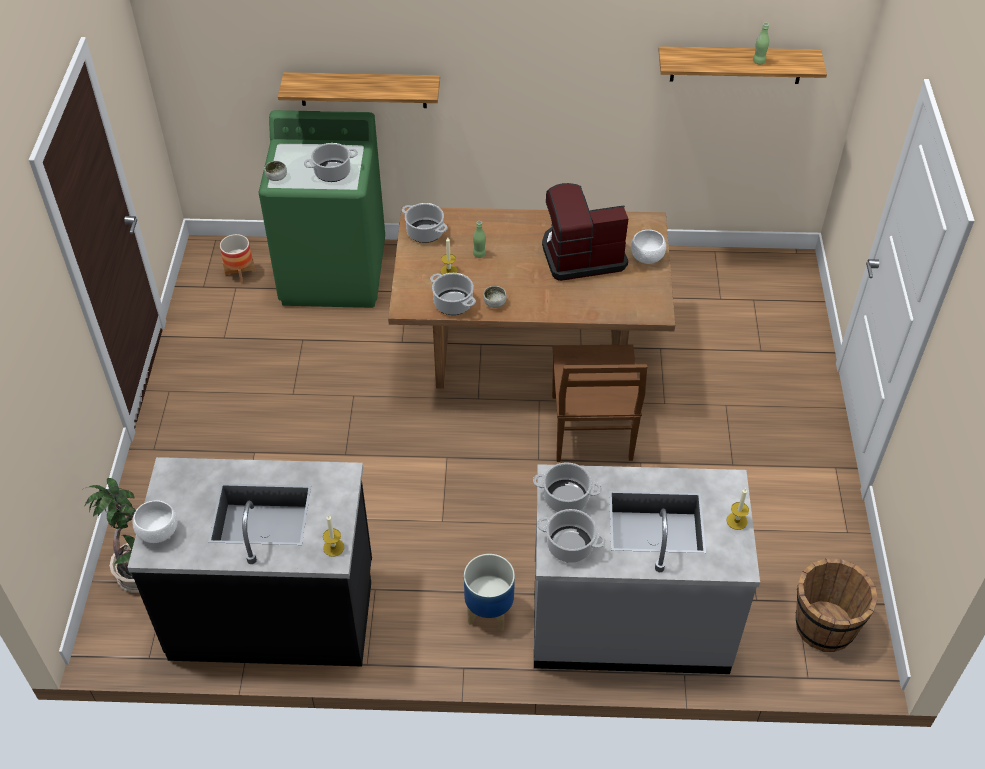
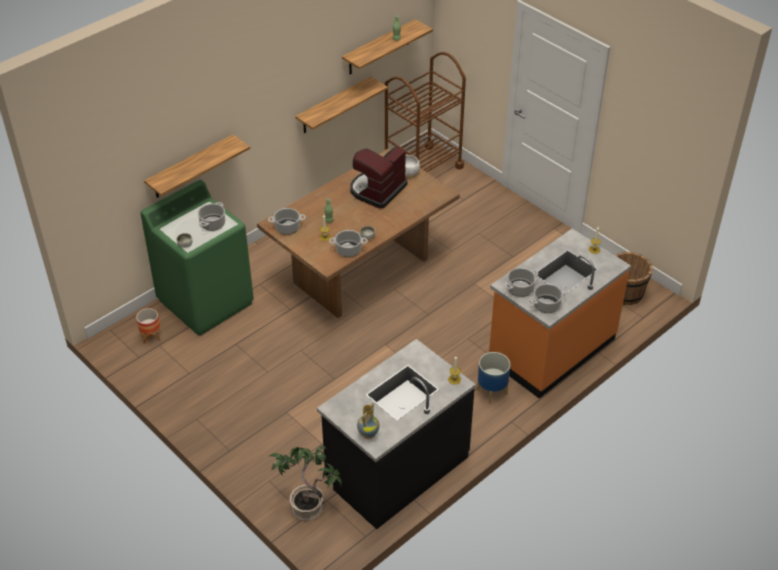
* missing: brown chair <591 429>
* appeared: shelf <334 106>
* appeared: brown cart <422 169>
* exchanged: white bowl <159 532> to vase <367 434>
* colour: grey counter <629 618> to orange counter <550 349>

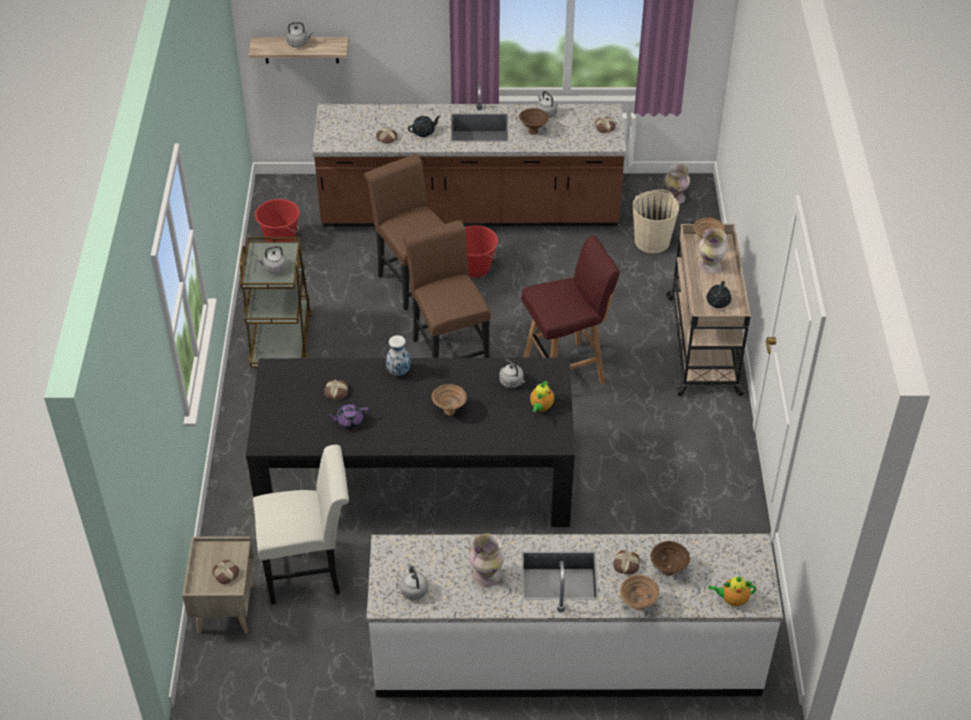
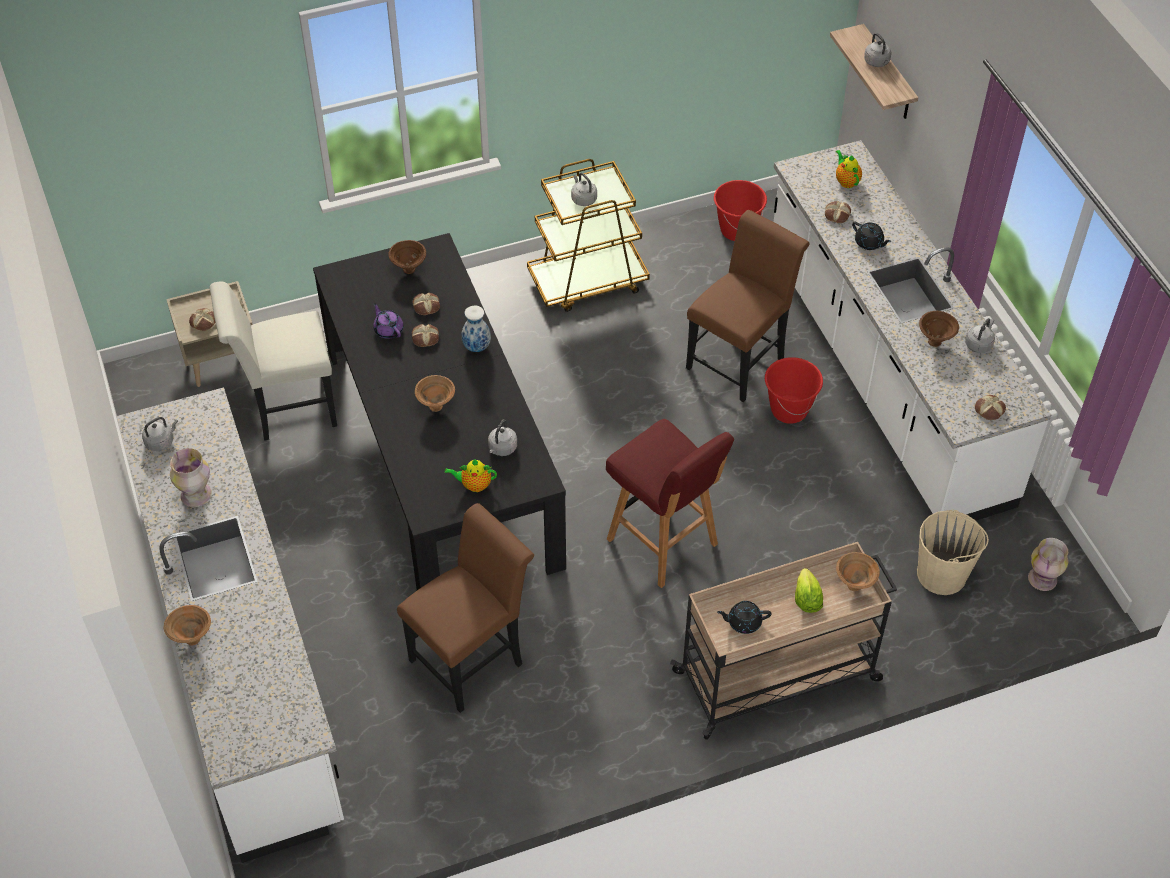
* relocated: brown chair <448 347> to <472 657>
* relocated: bread <626 565> to <425 338>
* relocated: brown bowl <668 570> to <409 270>
* relocated: teapot <732 599> to <846 181>
* exchanged: vase <710 267> to lettuce <806 599>
* colour: brown counter <470 212> to white counter <884 376>
* spun: white chair <309 571> = <287 408> 105 degrees clockwise

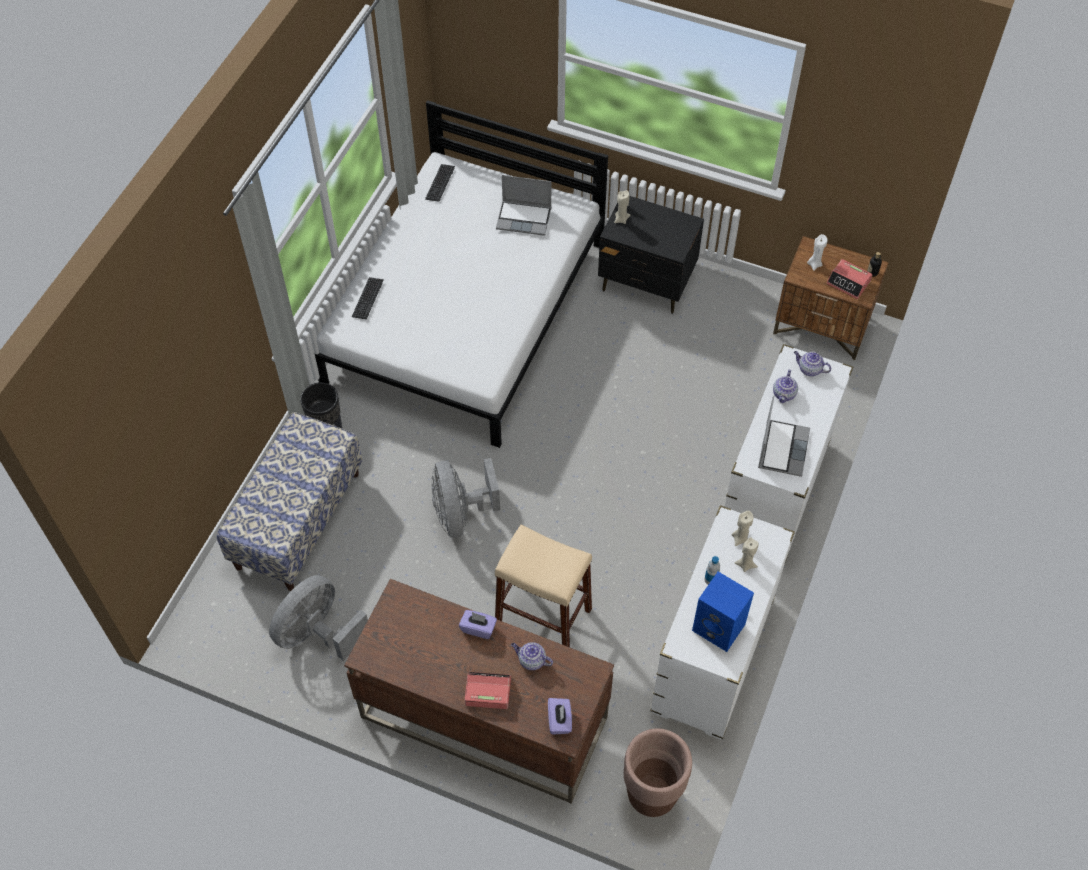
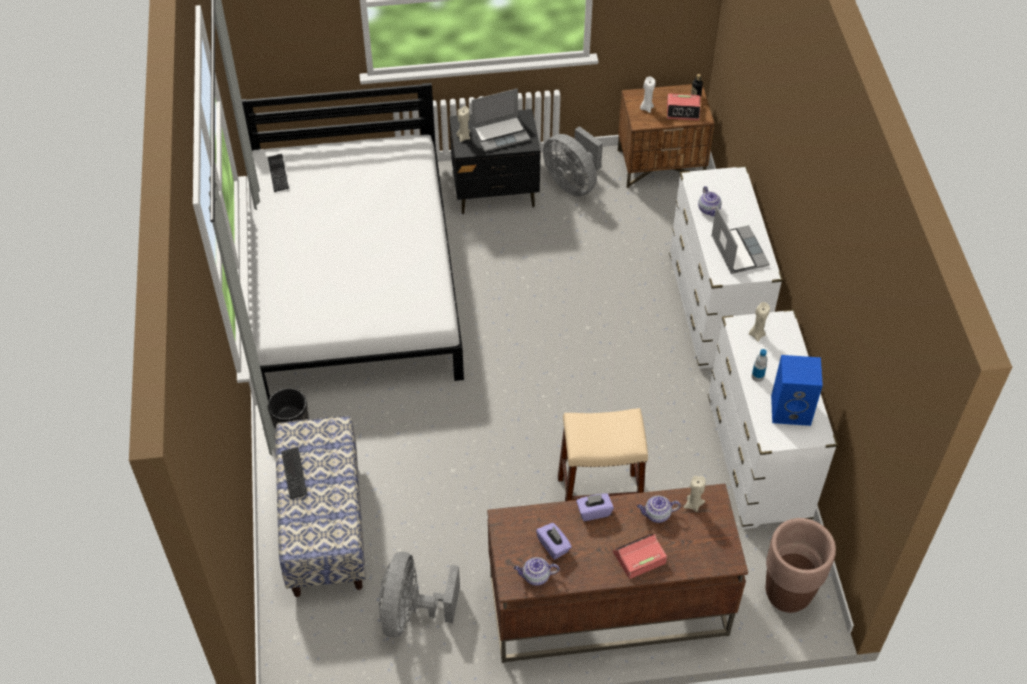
* relocated: keyboard <368 299> to <294 473>
* relocated: grey fan <460 513> to <573 183>
* relocated: laptop <524 218> to <501 134>
* relocated: purple tissue box <559 721> to <553 546>
* relocated: beige candle <745 564> to <693 504>
* relocated: teapot <809 369> to <535 576>

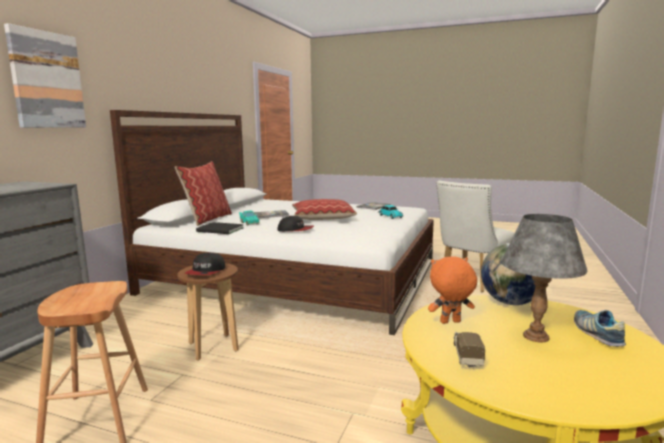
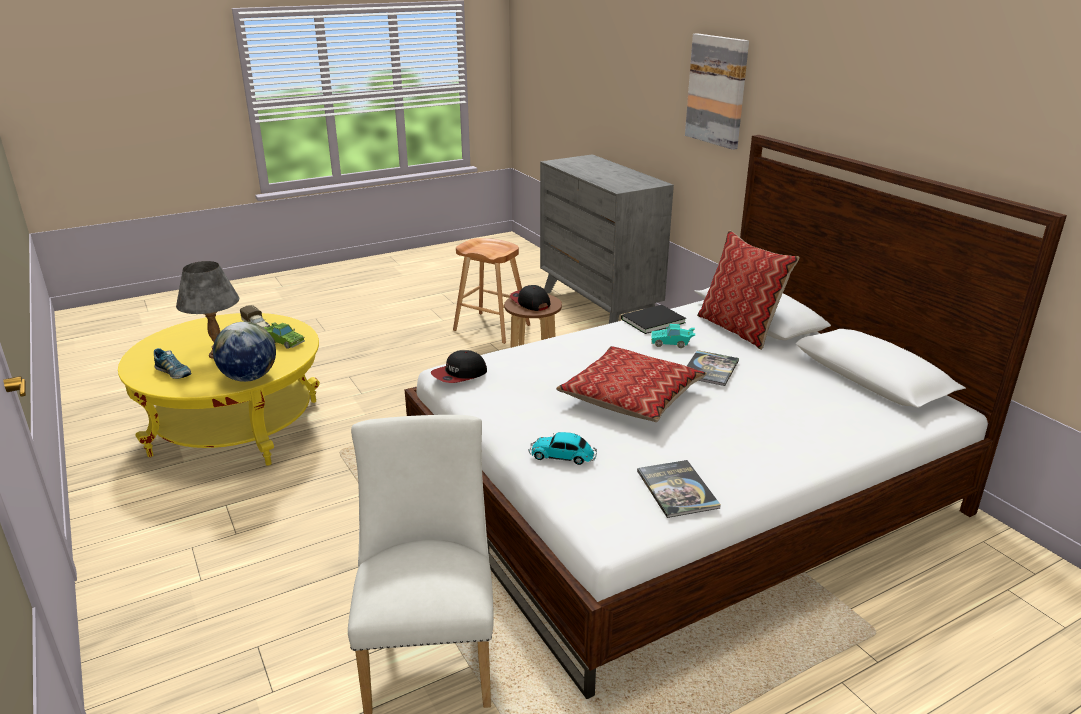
* relocated: cap <295 230> to <459 374>
* exchanged: orange plush toy <450 322> to green toy car <284 342>

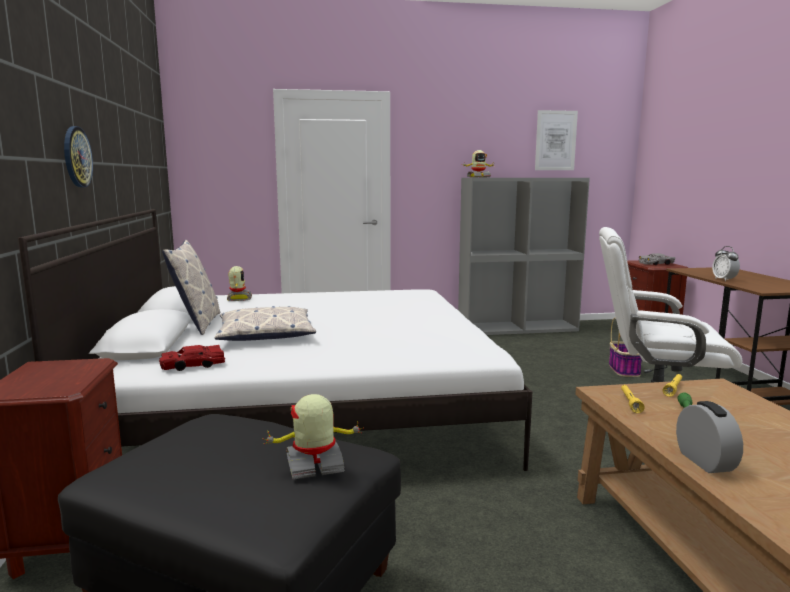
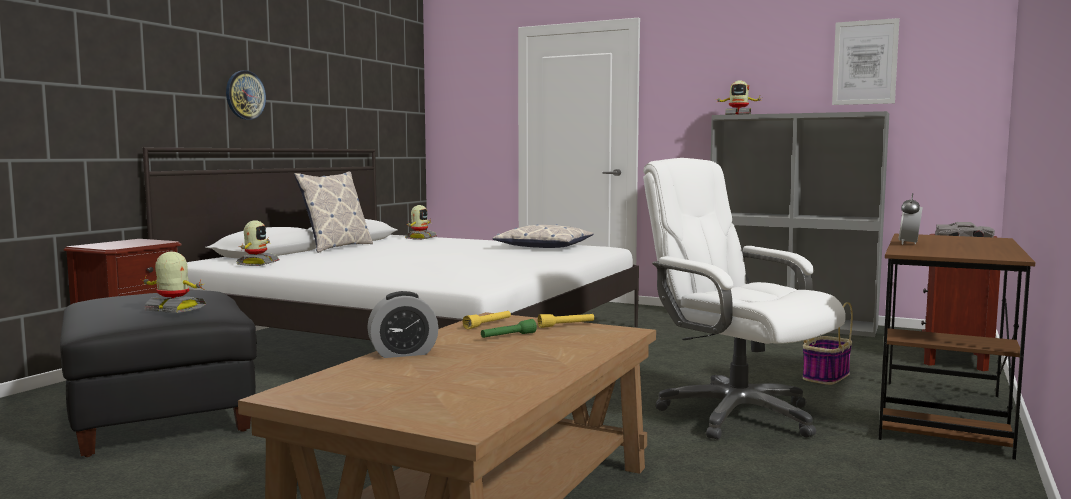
* relocated: pillow <266 335> to <544 246>
* exchanged: red toy car <193 365> to toy robot <257 263>
* spun: alarm clock <705 462> = <403 353> 45 degrees clockwise

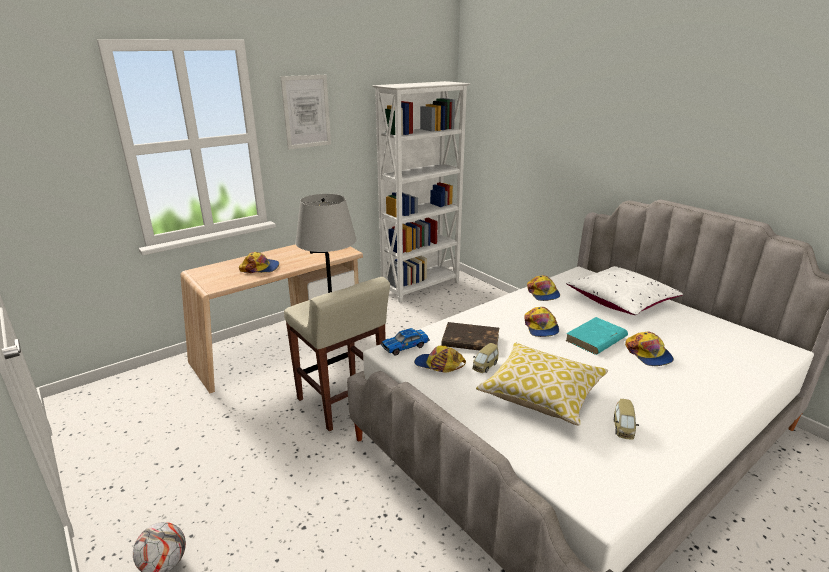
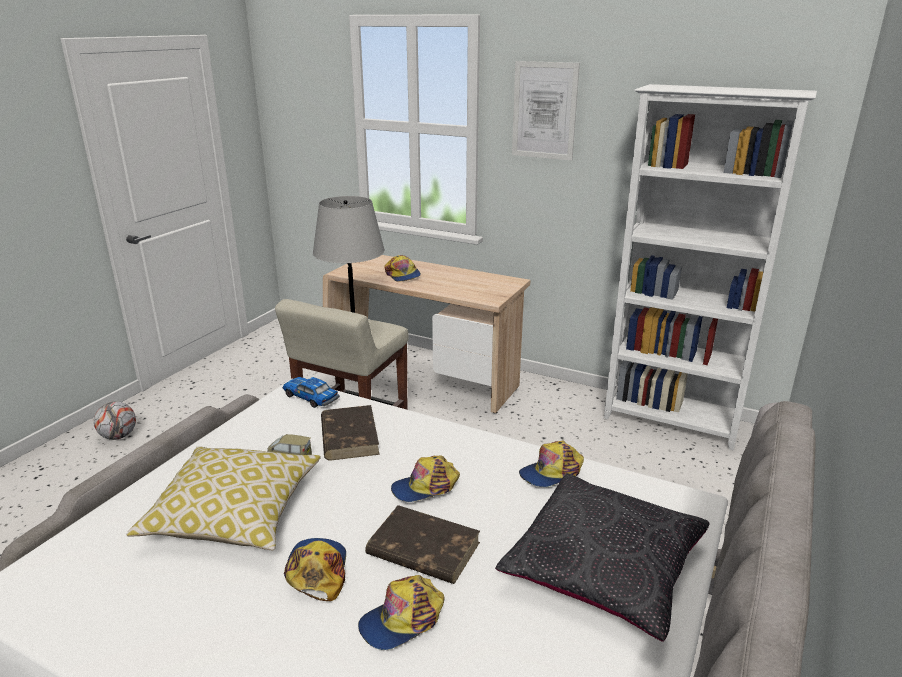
* missing: toy car <623 428>
* relocated: cap <438 365> to <317 571>
* colour: turquoise book <595 339> to brown book <422 549>
* colour: white pillow <620 301> to black pillow <604 568>

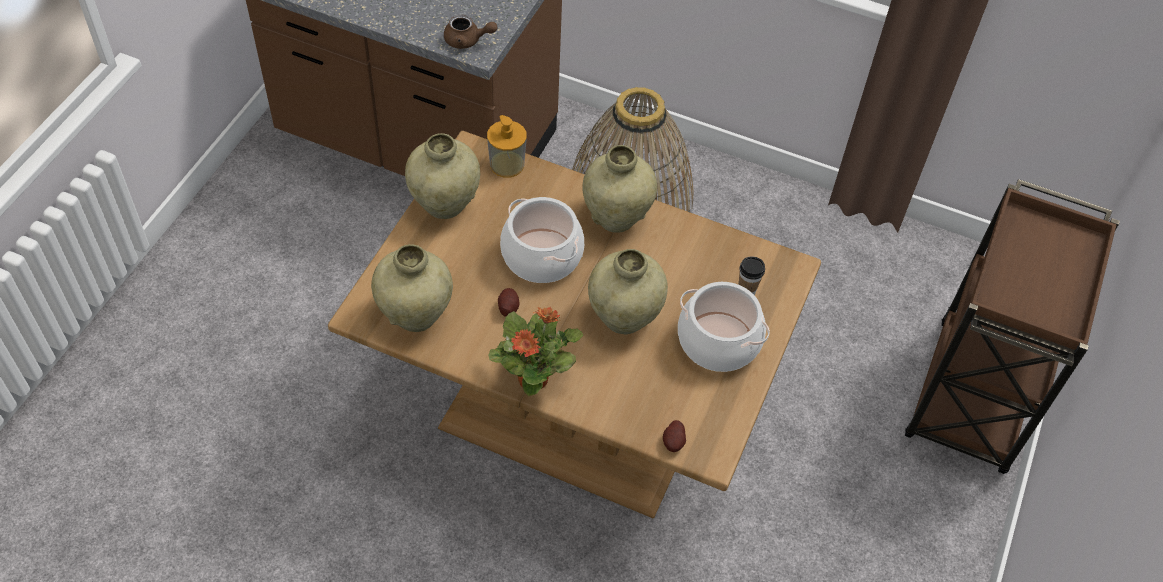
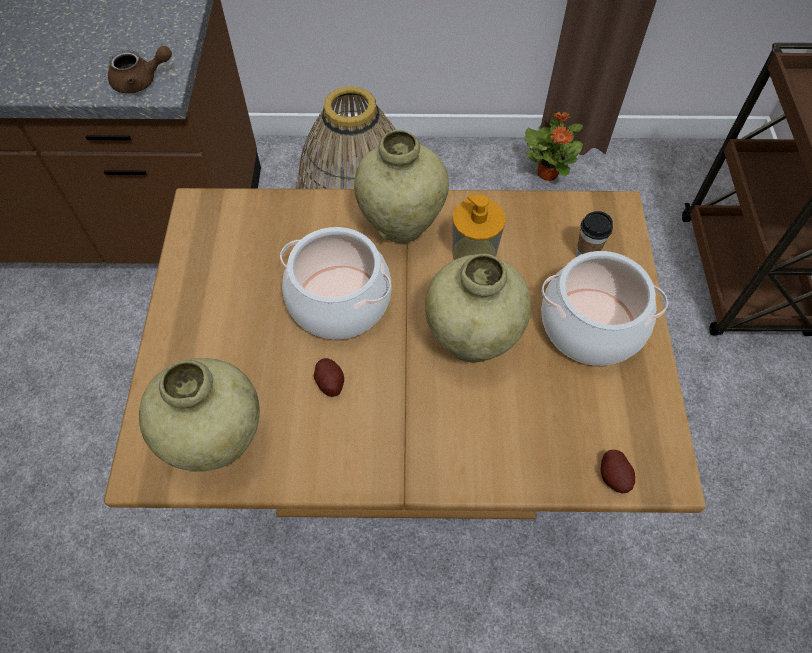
* missing: beige vase <444 204>
* relocated: soap dispenser <507 164> to <474 253>
* relocated: potted plant <534 378> to <548 172>

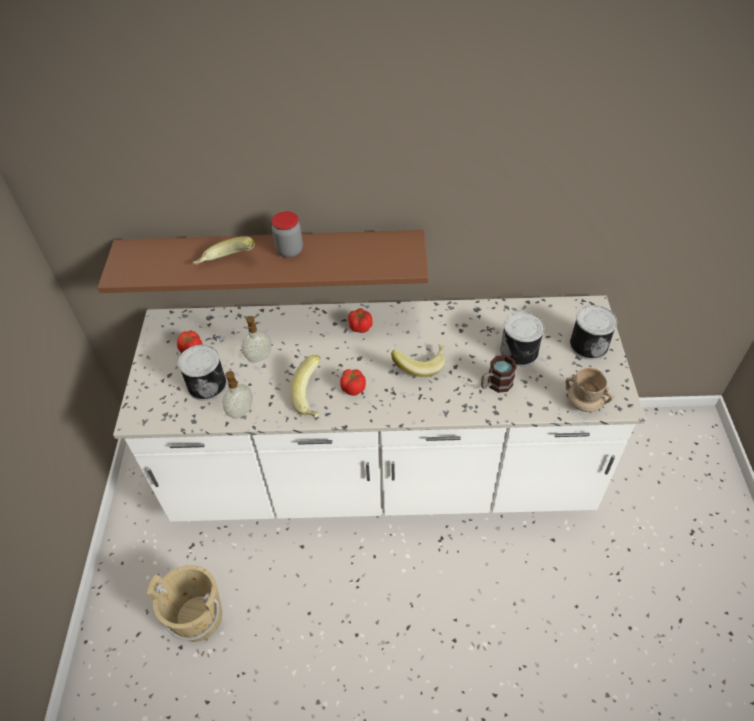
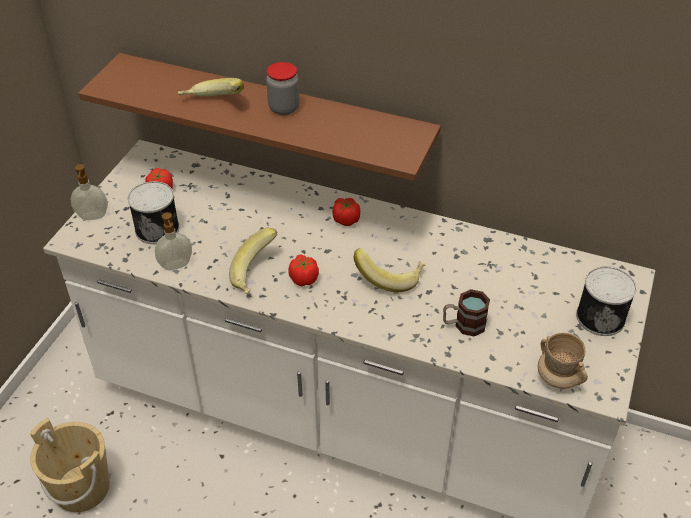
* missing: can <520 351>
* relocated: soap dispenser <259 357> to <93 217>

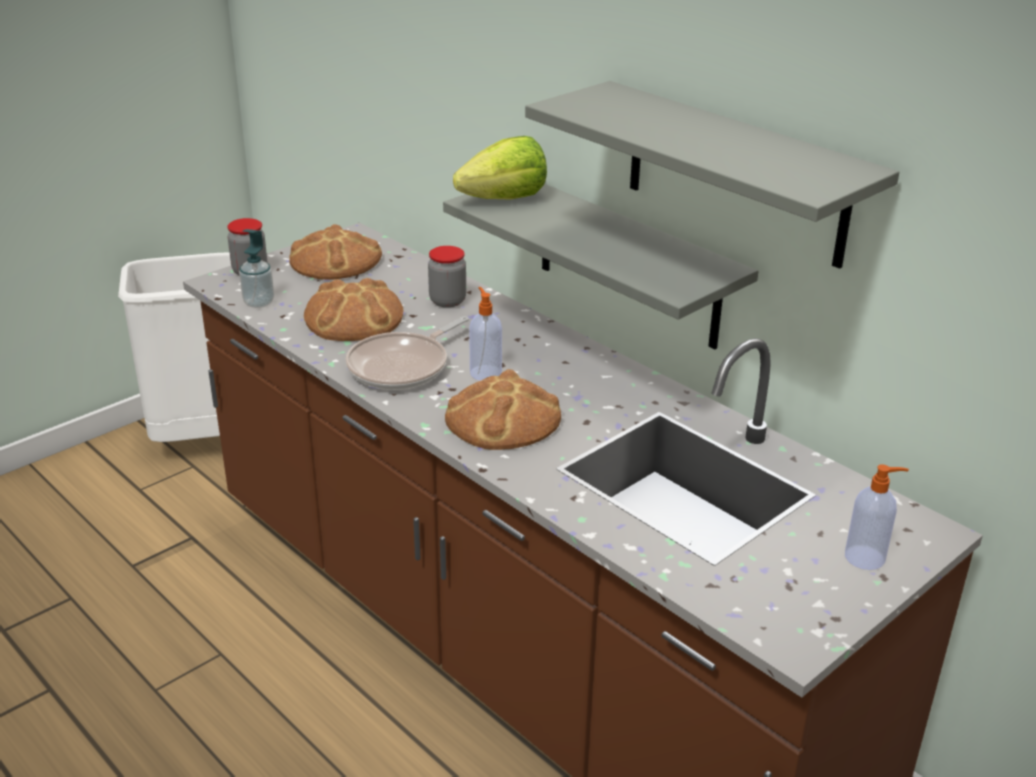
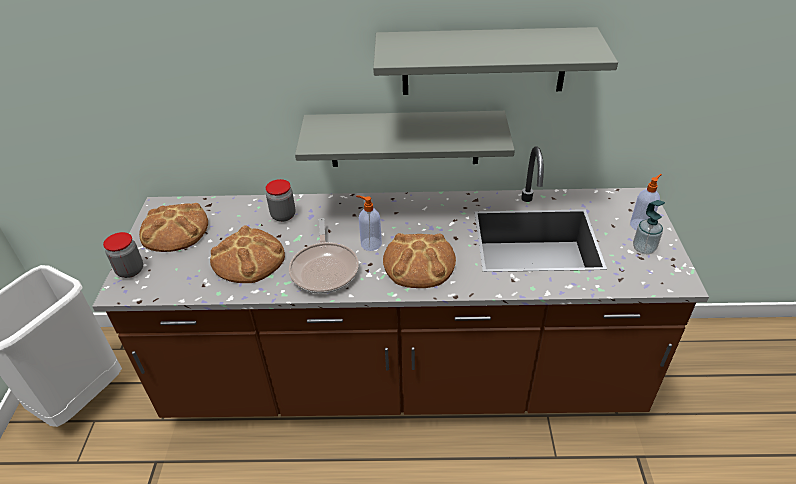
* missing: lettuce <505 199>
* relocated: soap dispenser <259 302> to <643 248>

